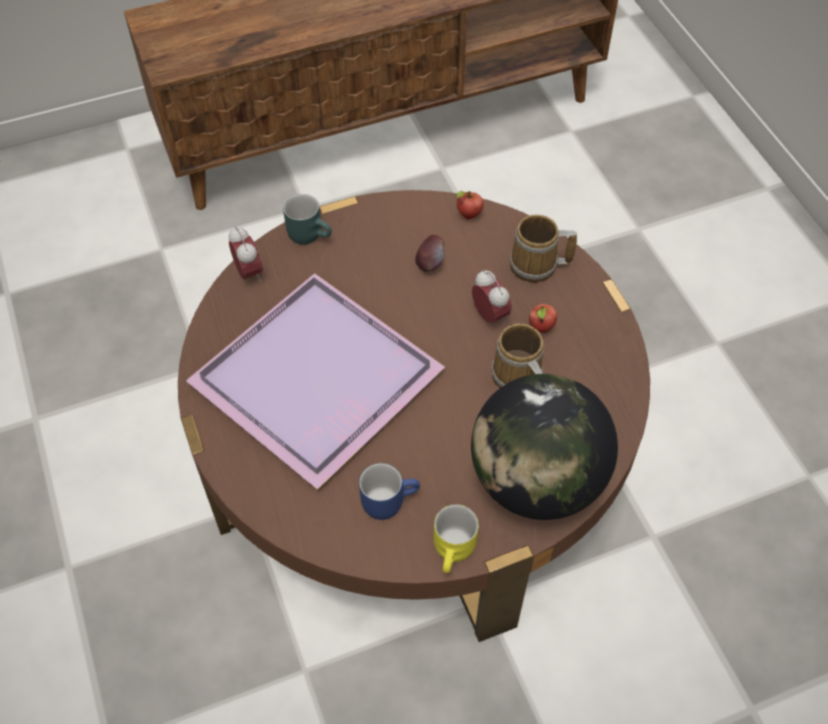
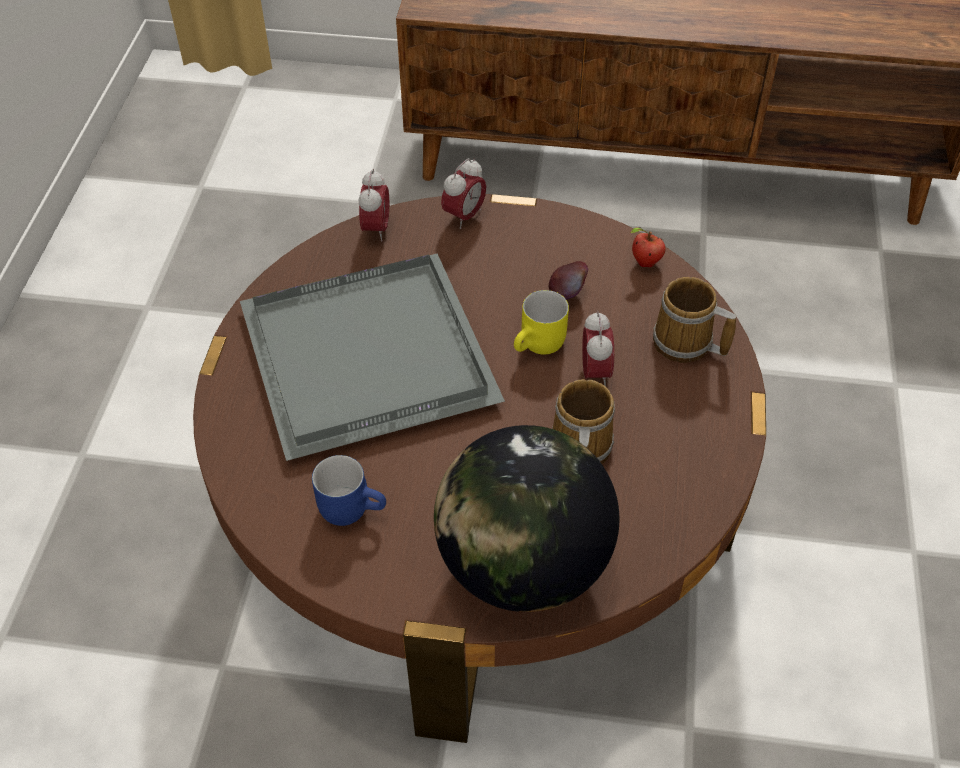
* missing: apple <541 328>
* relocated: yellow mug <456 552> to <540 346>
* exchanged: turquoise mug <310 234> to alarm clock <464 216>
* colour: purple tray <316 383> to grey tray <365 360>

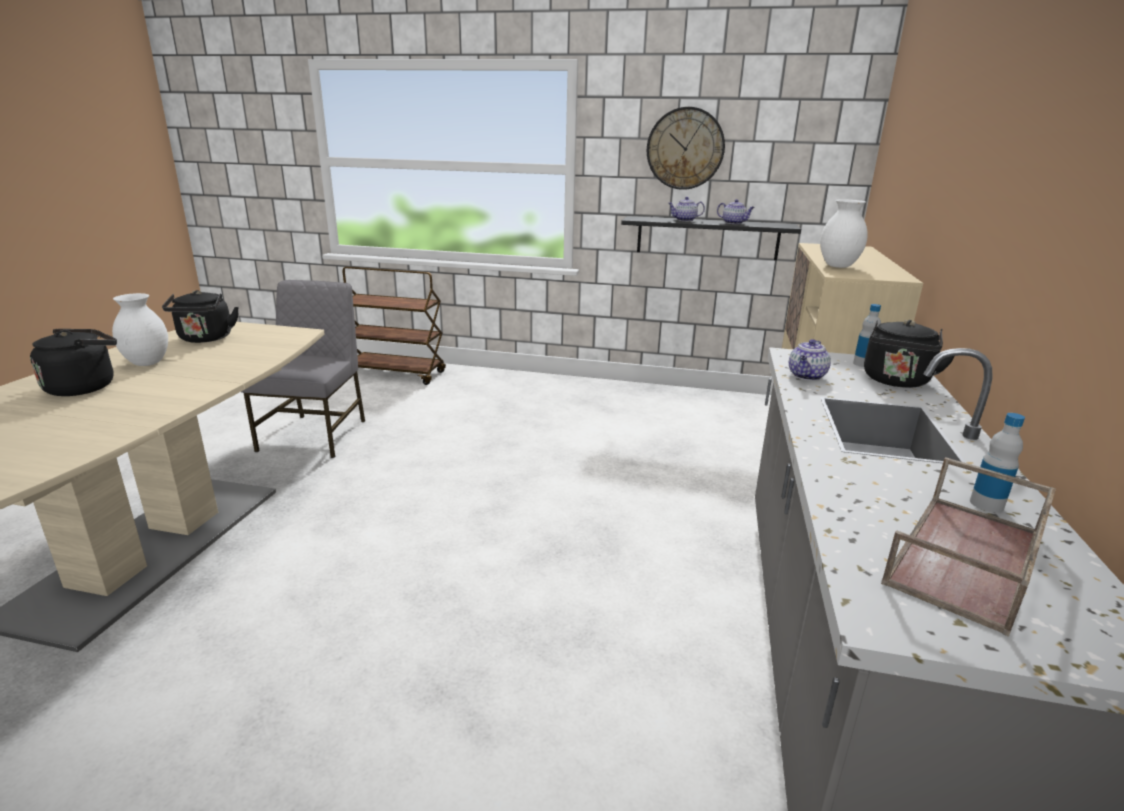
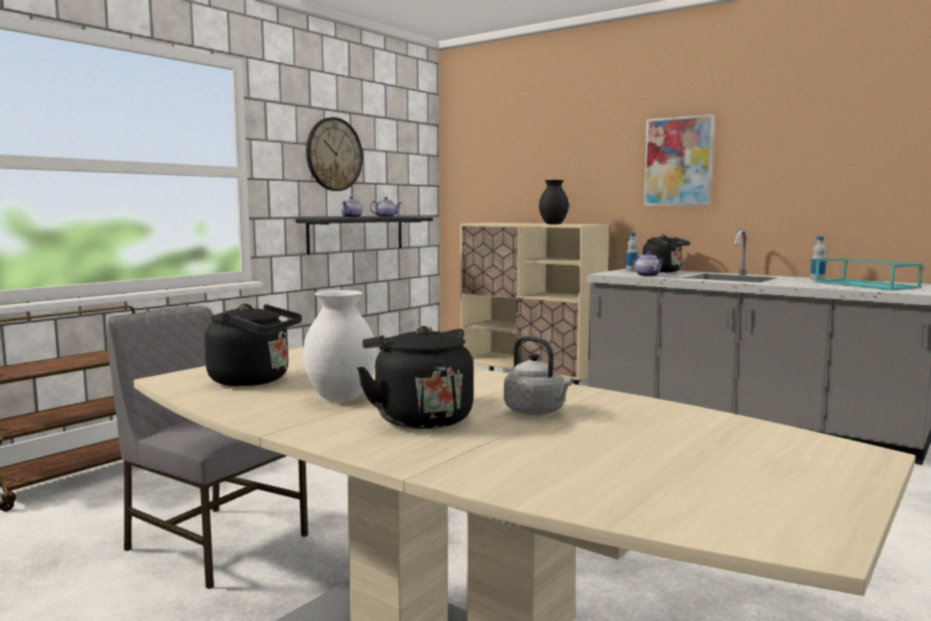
* appeared: grey kettle <537 411>
* appeared: picture <678 161>
* colour: white vase <839 266> to black vase <553 224>
* colour: brown tray <967 559> to turquoise tray <867 285>

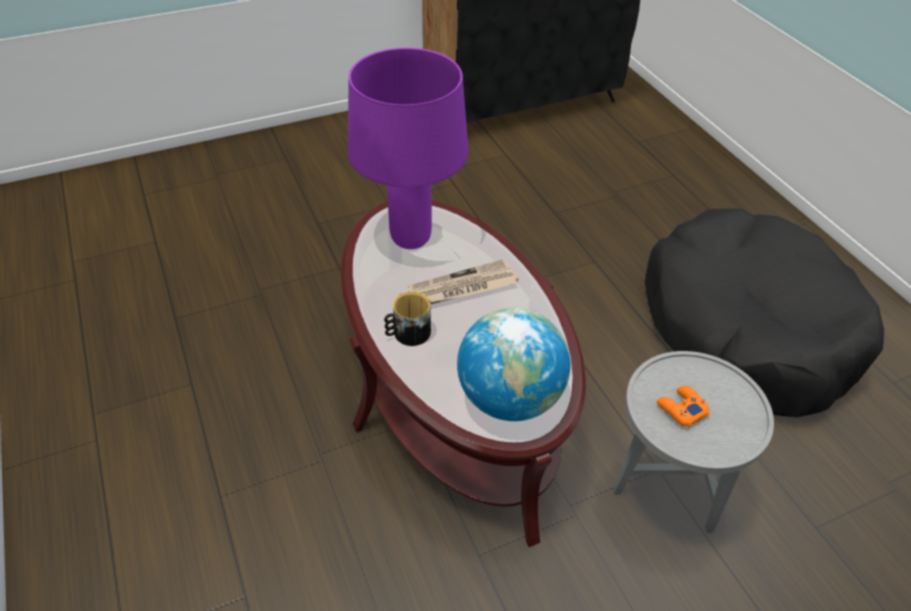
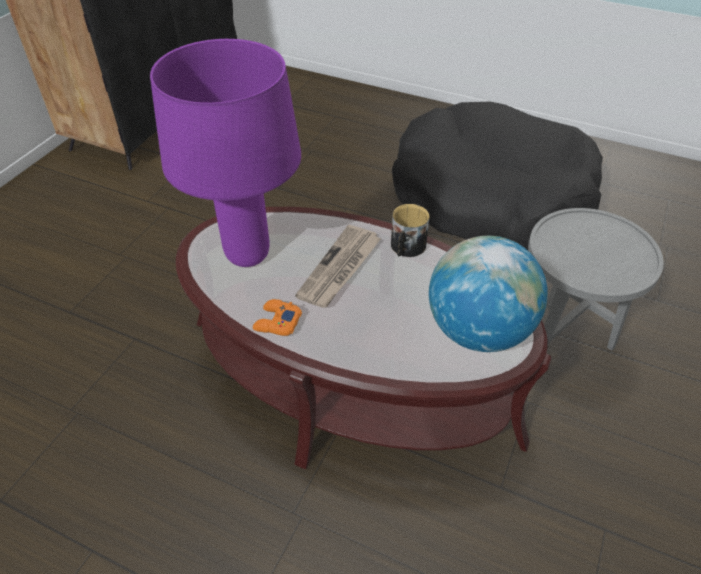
* relocated: mug <407 333> to <406 247>
* relocated: orange game controller <681 409> to <277 322>

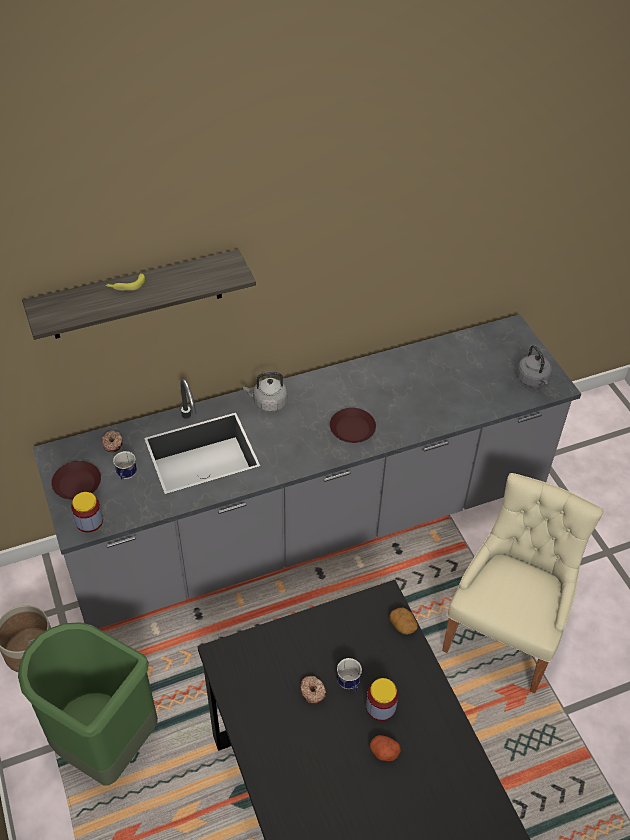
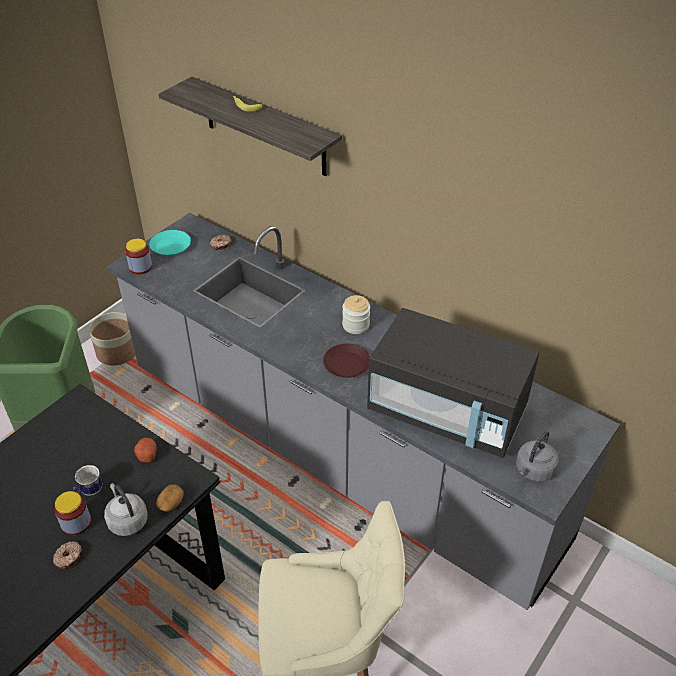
* missing: mug <126 476>
* appeared: jar <356 325>
* appeared: black microwave <447 412>
* relocated: grey kettle <268 403> to <127 520>
* relocated: donut <313 691> to <69 558>
* relocated: potato <383 752> to <146 454>
* colour: brown plate <77 484> to turquoise plate <170 246>

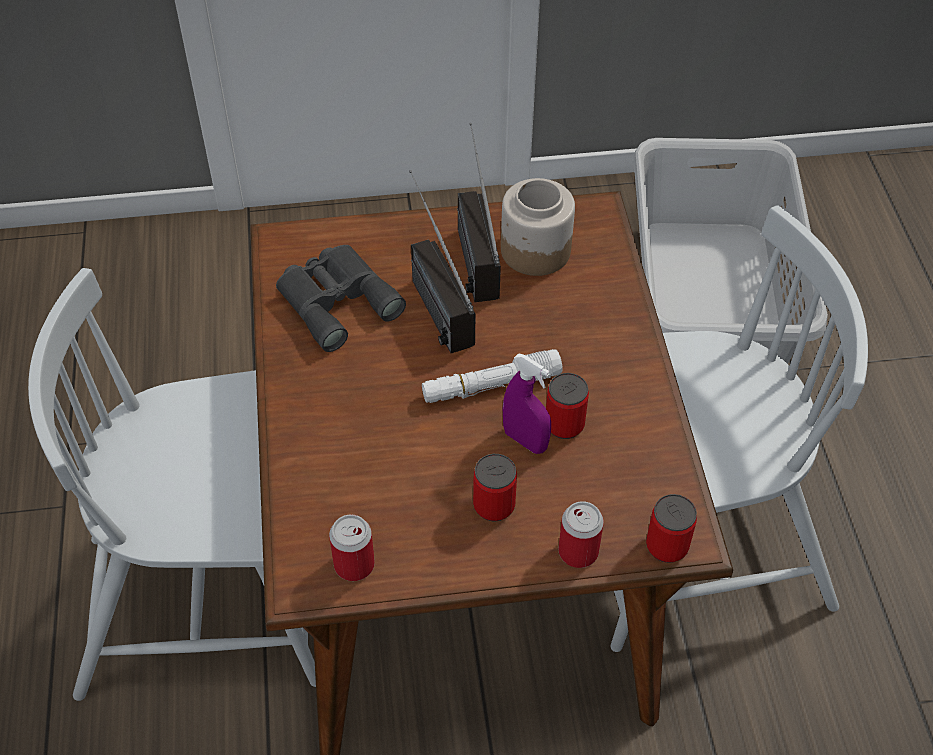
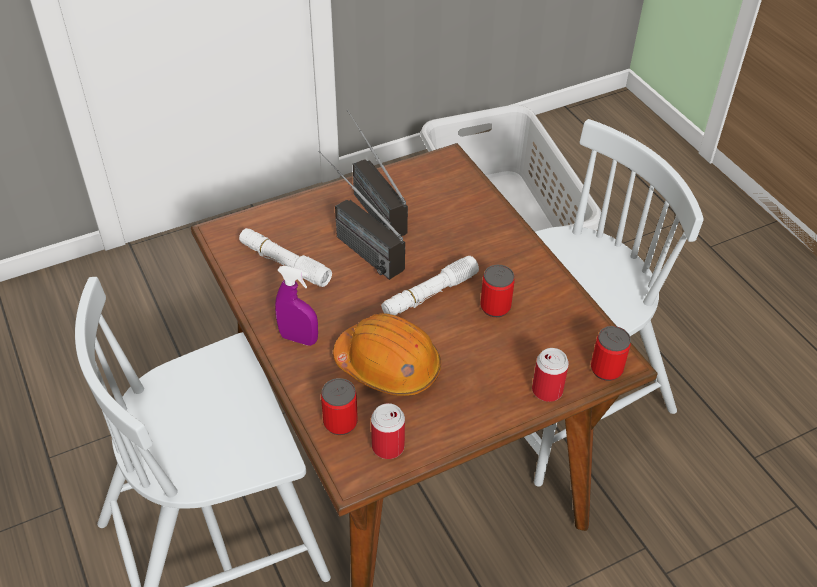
* missing: jar <534 250>
* appeared: orange hard hat <388 366>
* relocated: can <494 505> to <340 422>
* relocated: purple spray bottle <525 440> to <298 338>
* exchanged: grey binoculars <336 300> to white flashlight <284 263>

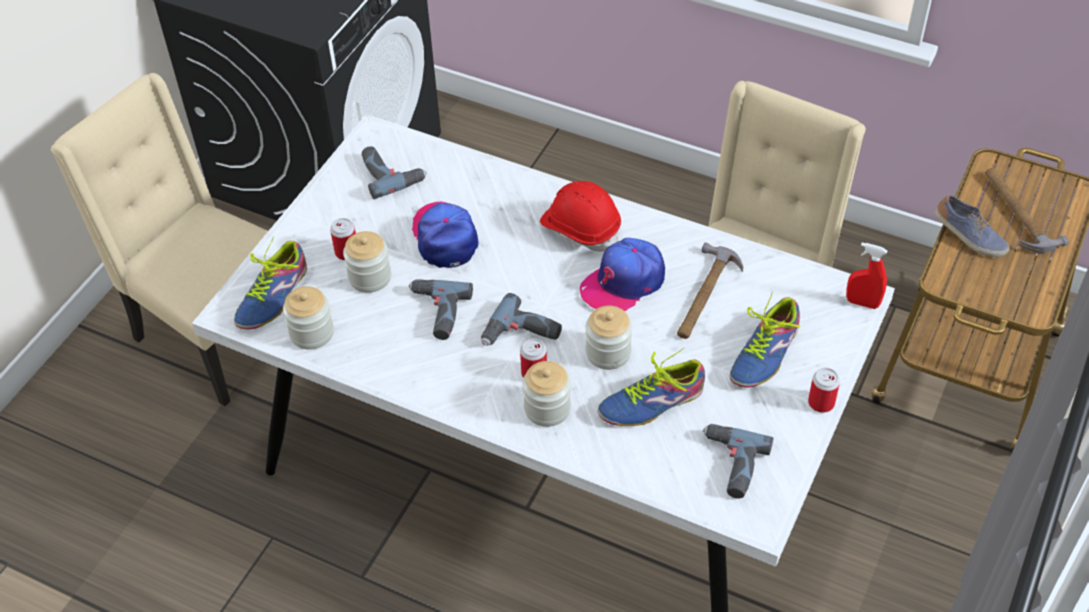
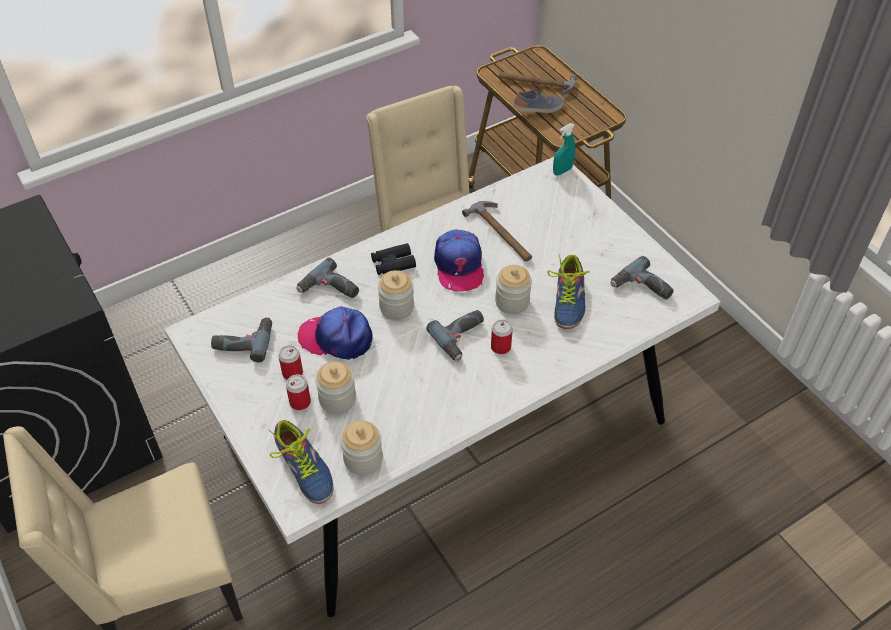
* missing: shoe <765 353>
* relocated: power drill <436 313> to <329 290>
* relocated: jar <547 408> to <396 307>
* relocated: can <821 403> to <292 373>
* exchanged: red hard hat <581 228> to black binoculars <393 263>
* colour: red spray bottle <862 303> to turquoise spray bottle <562 171>

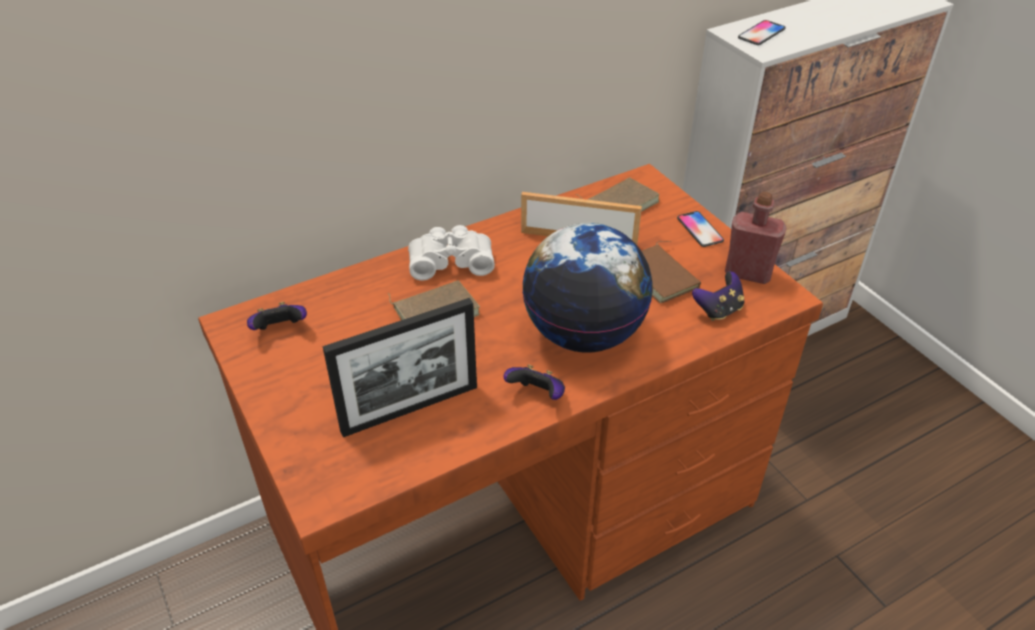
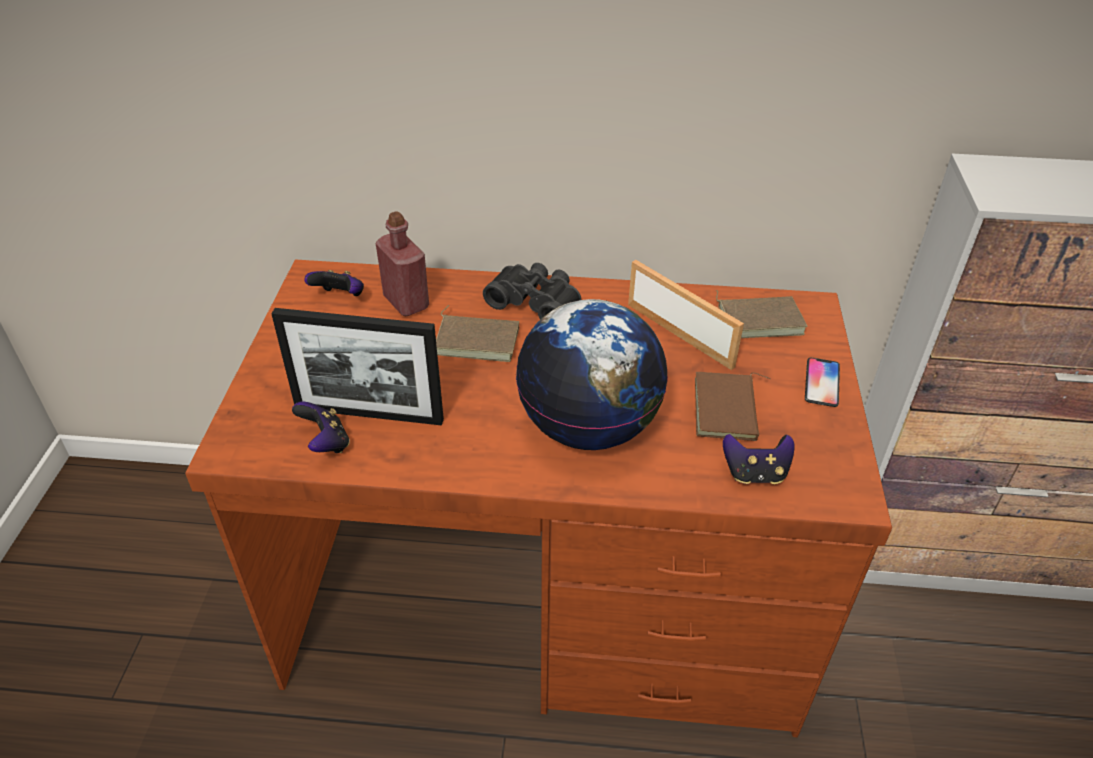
* missing: phone <761 34>
* relocated: game controller <537 395> to <326 443>
* relocated: red bottle <748 273> to <406 302>
* colour: white binoculars <451 261> to black binoculars <536 302>

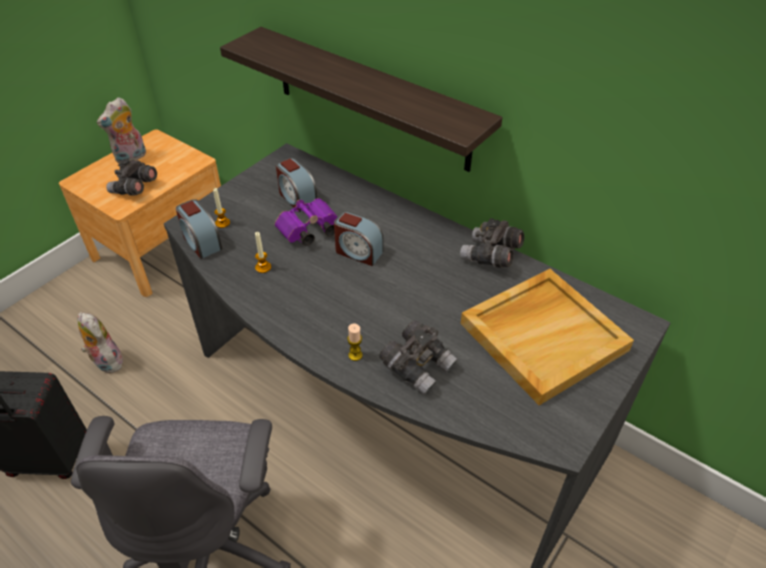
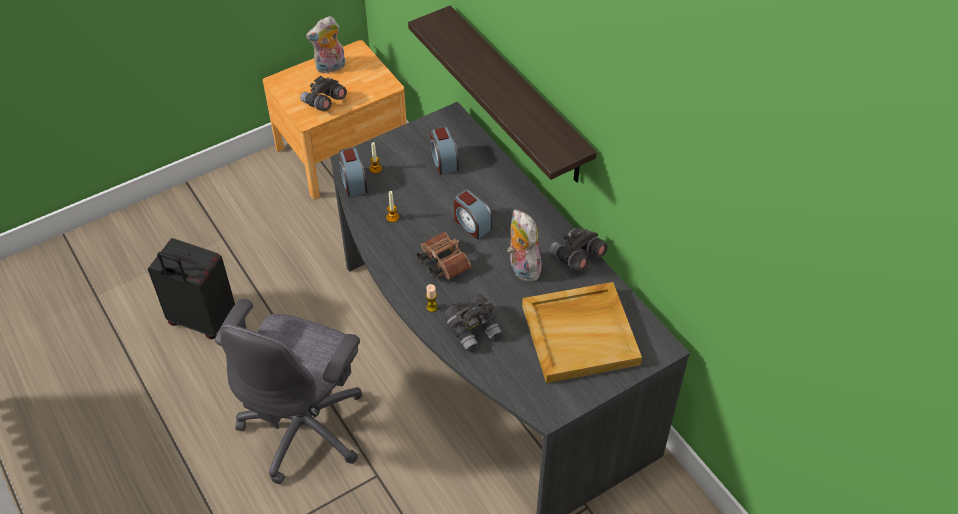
* missing: purple binoculars <308 232>
* appeared: brown binoculars <442 262>
* relocated: plush toy <105 361> to <521 267>

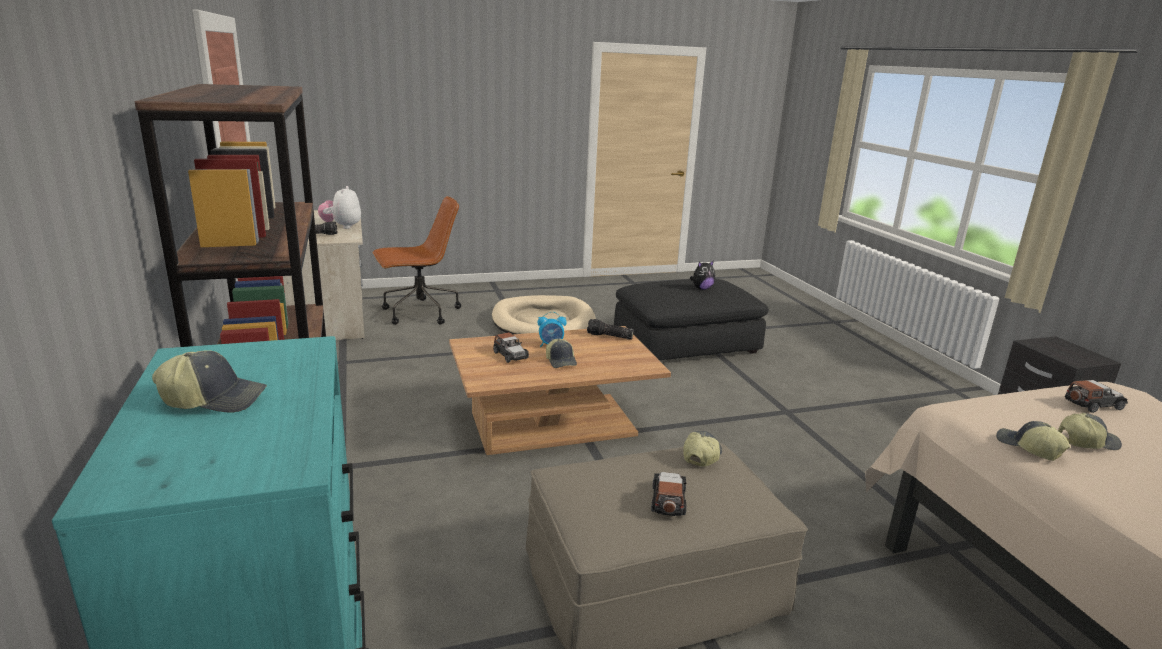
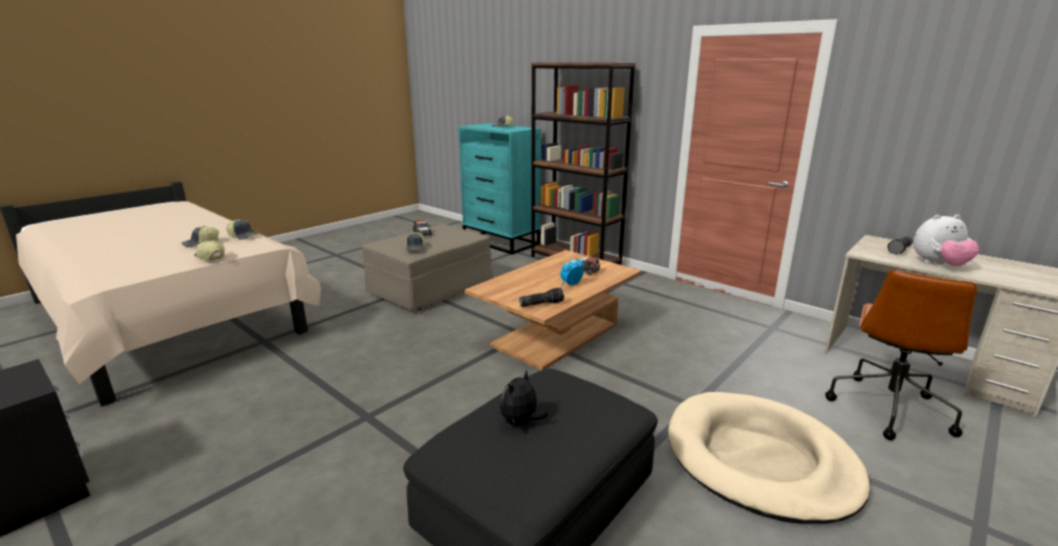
* missing: toy car <1092 404>
* relocated: cap <561 361> to <209 257>
* spun: plush toy <342 226> = <938 265> 120 degrees clockwise

